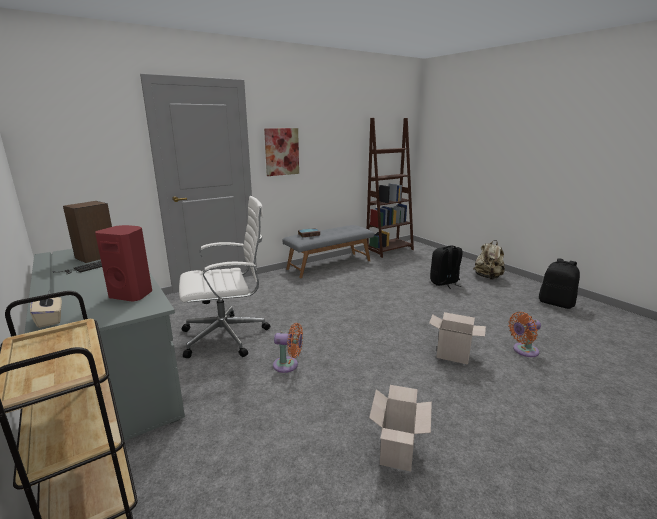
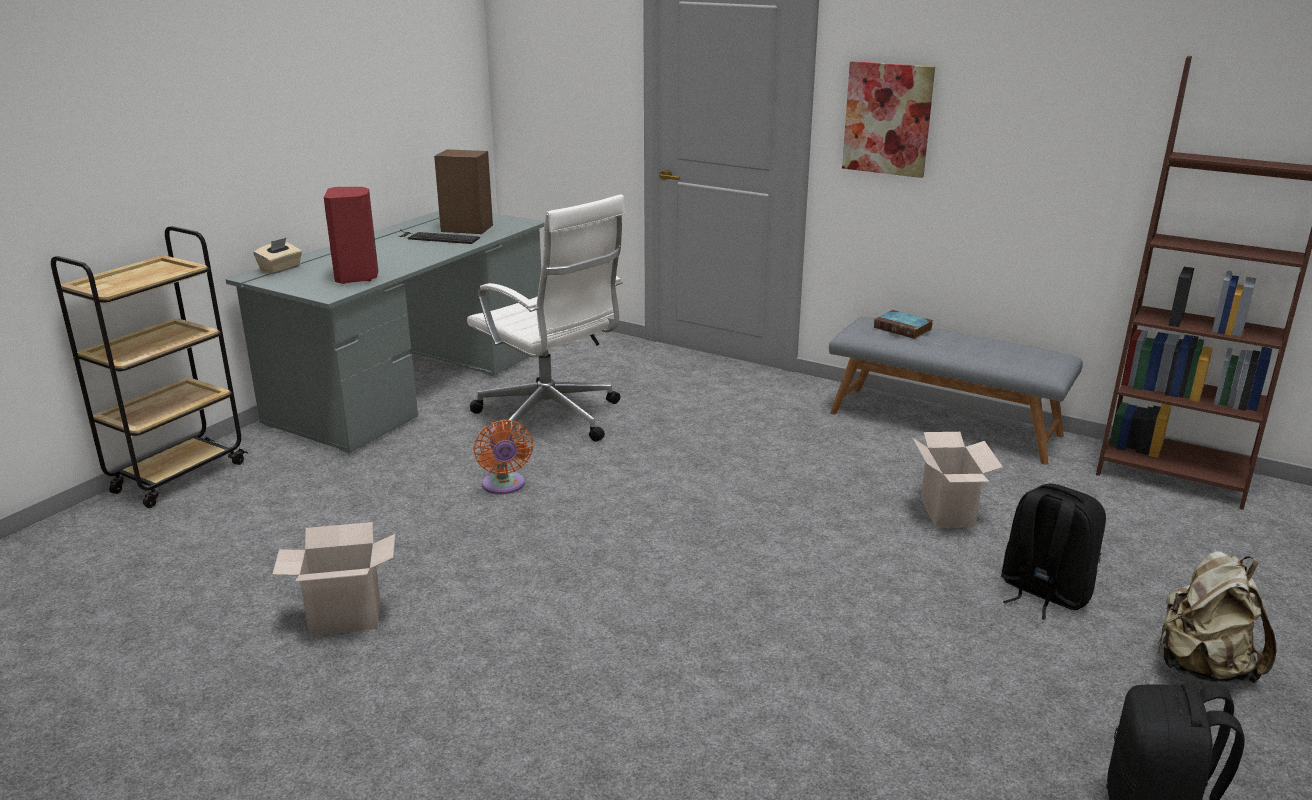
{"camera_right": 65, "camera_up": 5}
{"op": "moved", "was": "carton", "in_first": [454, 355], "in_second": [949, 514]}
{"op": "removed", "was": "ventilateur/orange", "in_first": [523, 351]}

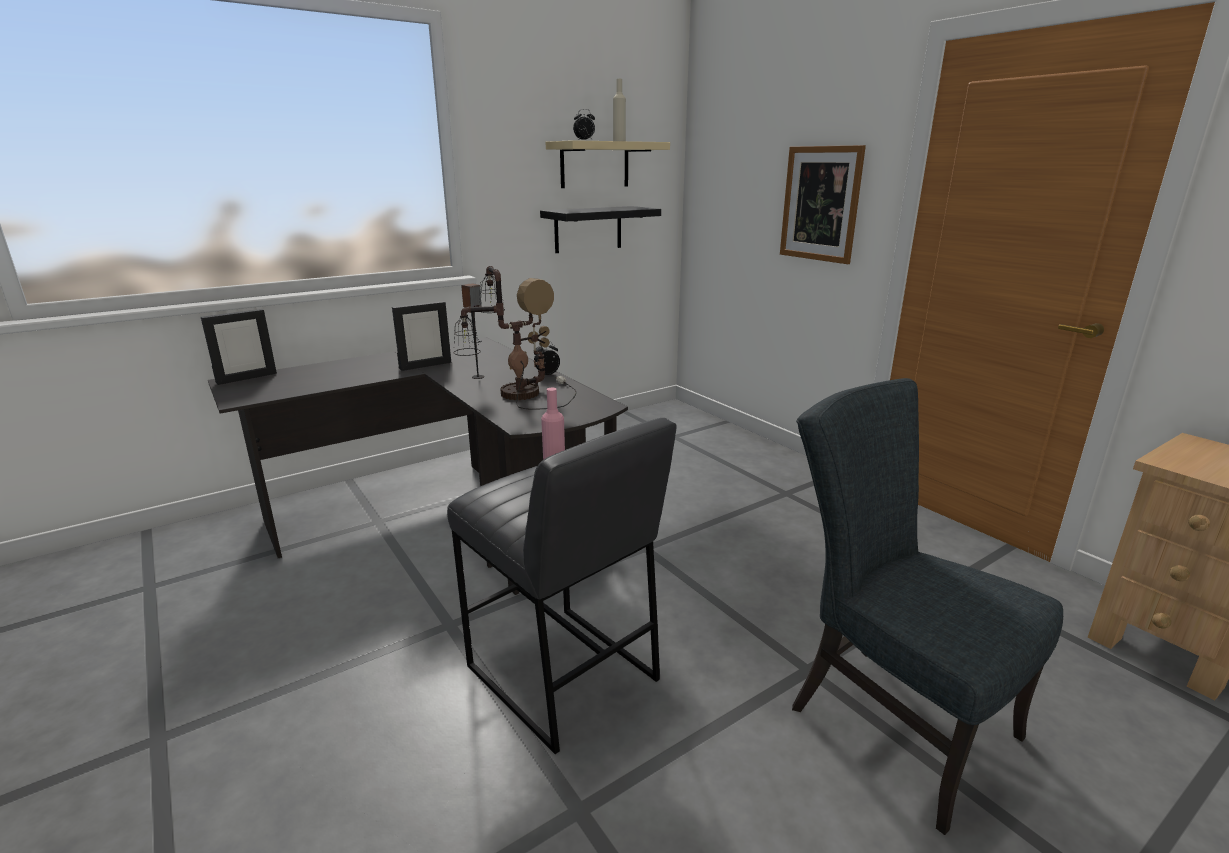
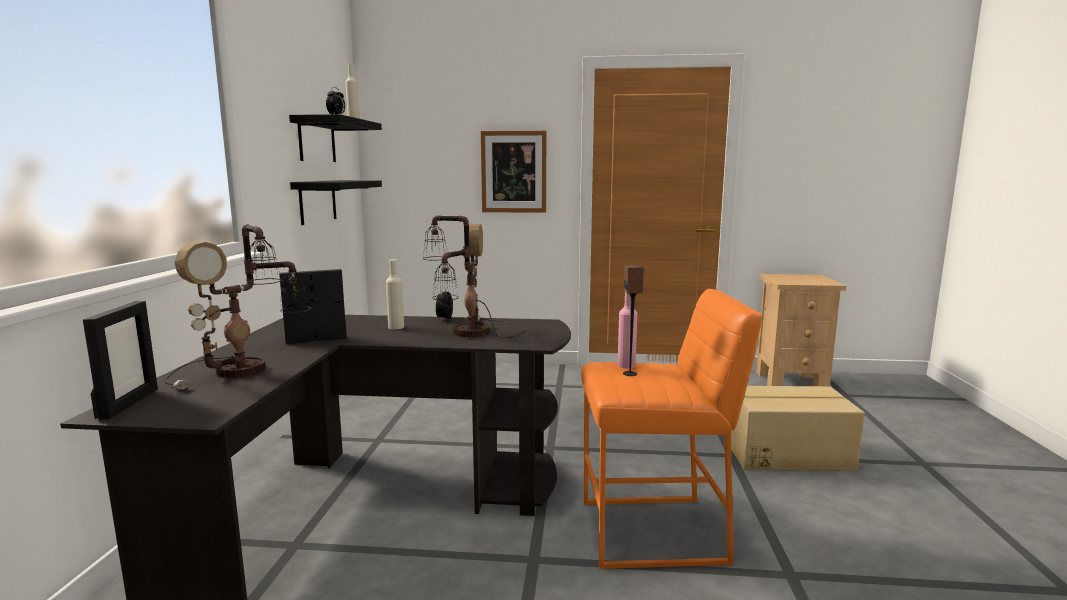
{"camera_right": -50, "camera_up": -10}
{"op": "turned", "was": "cadre photo", "in_first": [425, 365], "in_second": [316, 340], "clockwise": -120}
{"op": "recoloured", "was": "tabouret/gris", "now": "tabouret/orange", "in_first": [563, 675], "in_second": [655, 531]}
{"op": "moved", "was": "enceinte", "in_first": [478, 377], "in_second": [630, 374]}
{"op": "recoloured", "was": "étagère/beige", "now": "étagère/noir", "in_first": [594, 165], "in_second": [317, 140]}
{"op": "replaced", "was": "chaise/gris", "now": "carton", "in_first": [888, 716], "in_second": [785, 453]}
{"op": "added", "now": "lampe de table", "in_second": [245, 370]}
{"op": "added", "now": "bouteille/beige", "in_second": [396, 327]}

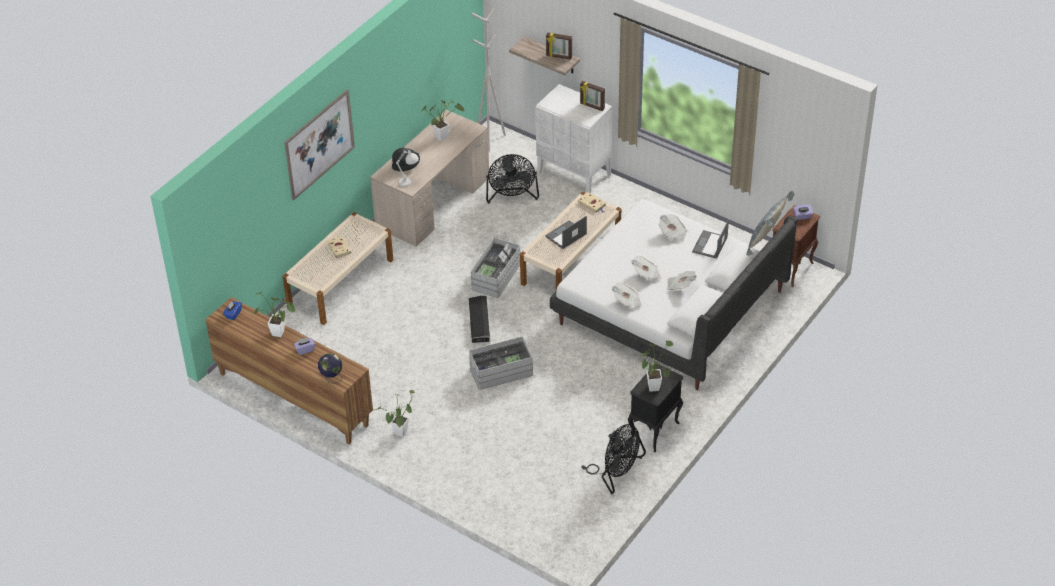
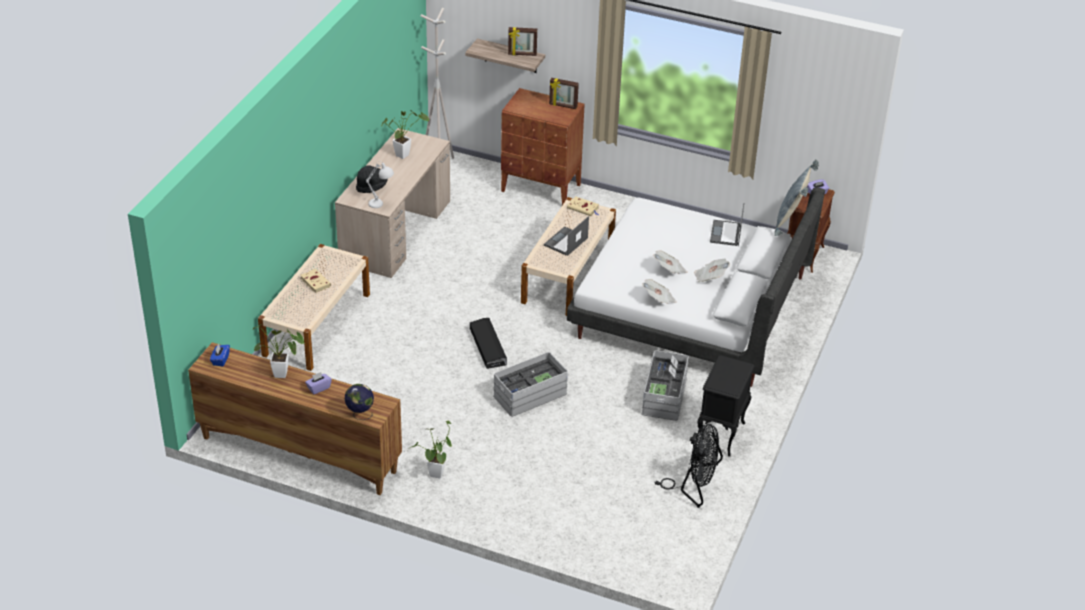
{"camera_right": -15, "camera_up": -5}
{"op": "removed", "was": "tableau", "in_first": [319, 144]}
{"op": "moved", "was": "boîte de rangement/gris", "in_first": [495, 276], "in_second": [663, 395]}
{"op": "removed", "was": "ventilateur/noir", "in_first": [510, 194]}
{"op": "recoloured", "was": "commode/blanc", "now": "commode/marron", "in_first": [573, 175], "in_second": [541, 189]}
{"op": "removed", "was": "plante en pot", "in_first": [653, 385]}
{"op": "removed", "was": "journal", "in_first": [673, 234]}

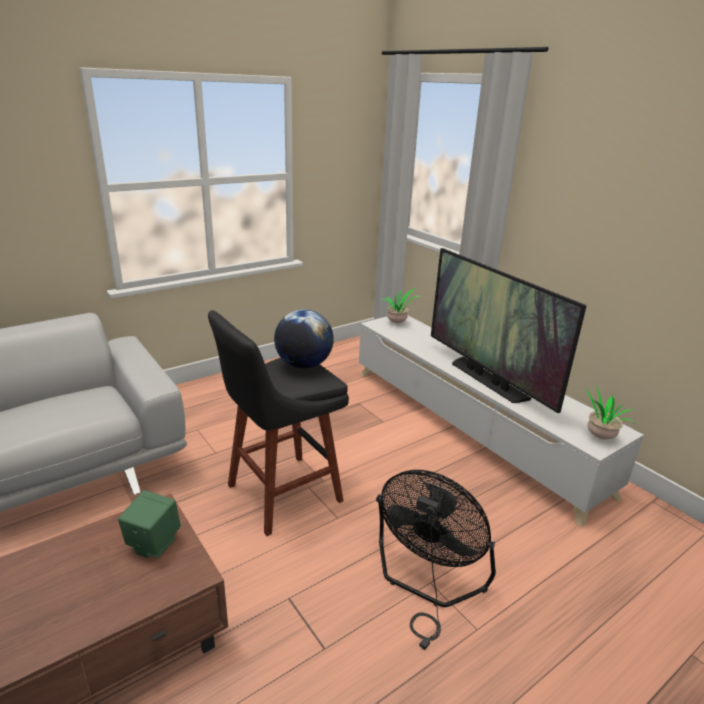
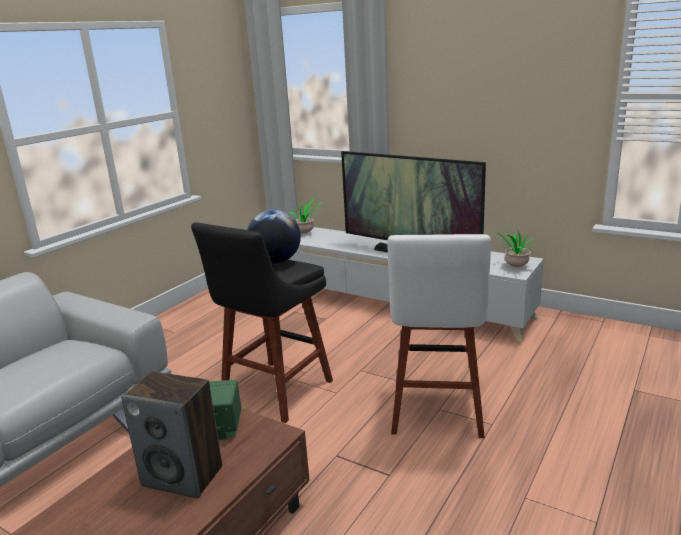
{"camera_right": -20, "camera_up": -5}
{"op": "replaced", "was": "ventilateur/noir", "now": "tabouret/blanc", "in_first": [425, 583], "in_second": [436, 411]}
{"op": "added", "now": "enceinte", "in_second": [183, 476]}

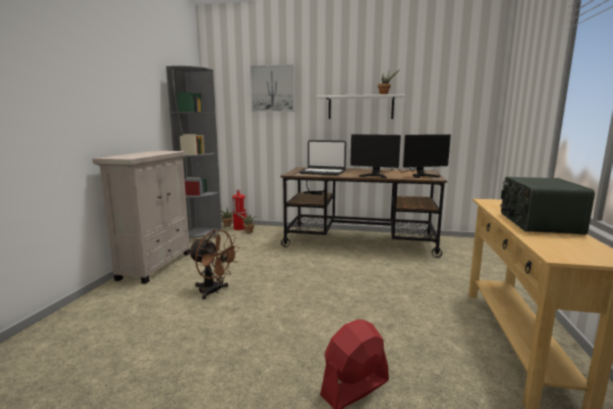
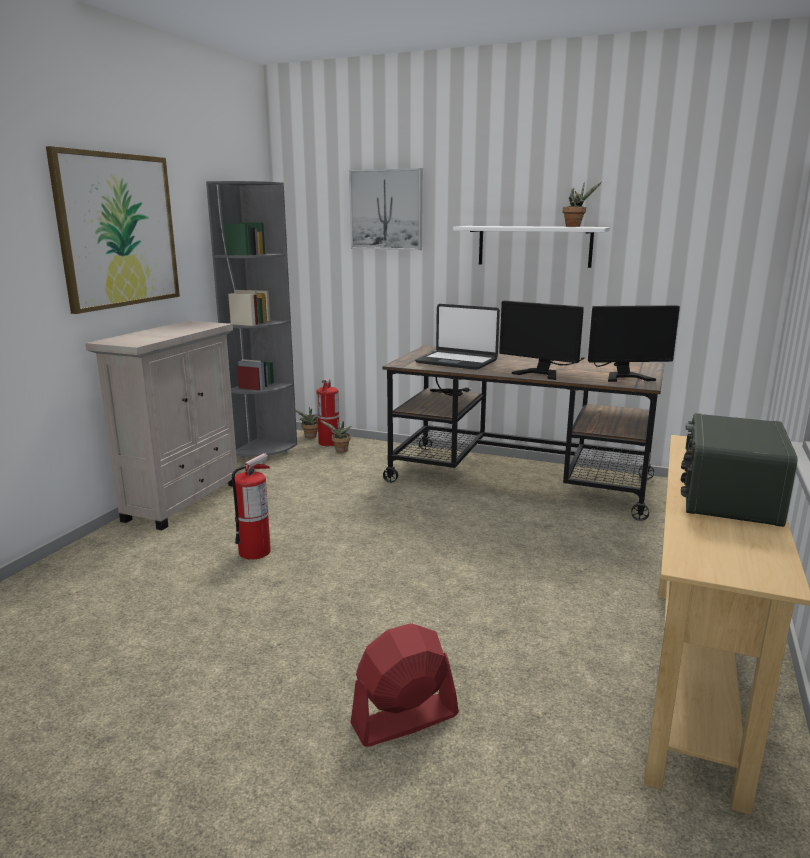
{"camera_right": 10, "camera_up": 5}
{"op": "replaced", "was": "ventilateur/marron", "now": "extincteur", "in_first": [214, 291], "in_second": [255, 552]}
{"op": "added", "now": "tableau", "in_second": [118, 230]}

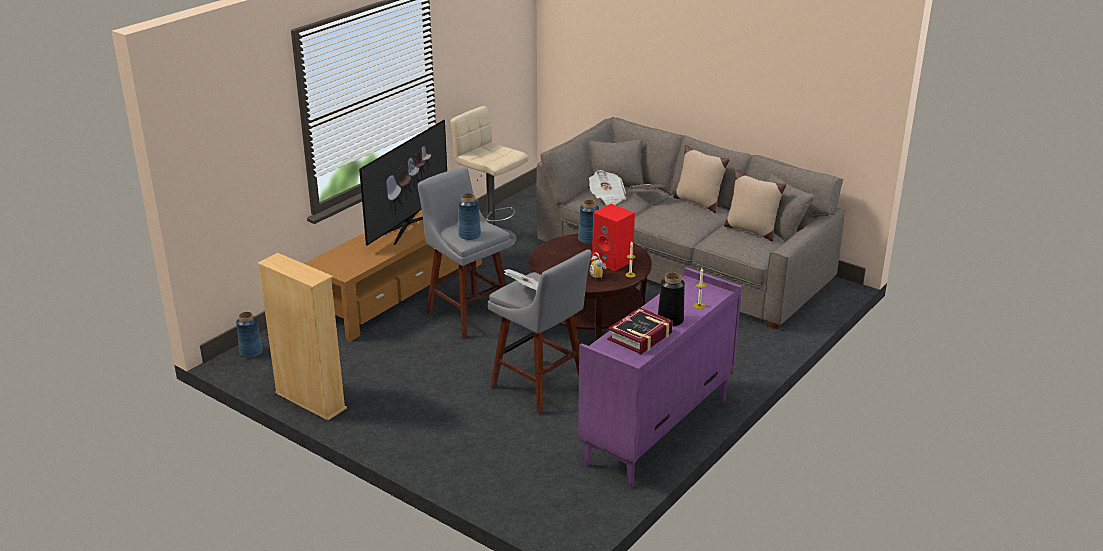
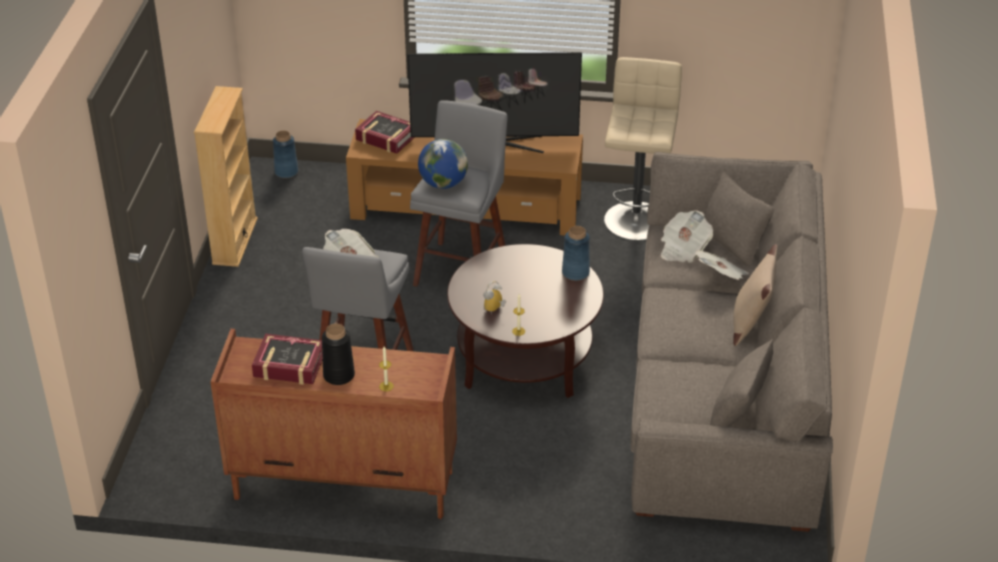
{"camera_right": 60, "camera_up": 10}
{"op": "replaced", "was": "vase/bleu", "now": "globe", "in_first": [469, 235], "in_second": [443, 184]}
{"op": "recoloured", "was": "meuble de rangement/violet", "now": "meuble de rangement/marron", "in_first": [657, 432], "in_second": [342, 485]}
{"op": "removed", "was": "enceinte/rouge", "in_first": [613, 261]}
{"op": "removed", "was": "coussin/beige", "in_first": [751, 230]}
{"op": "added", "now": "livre", "in_second": [386, 137]}

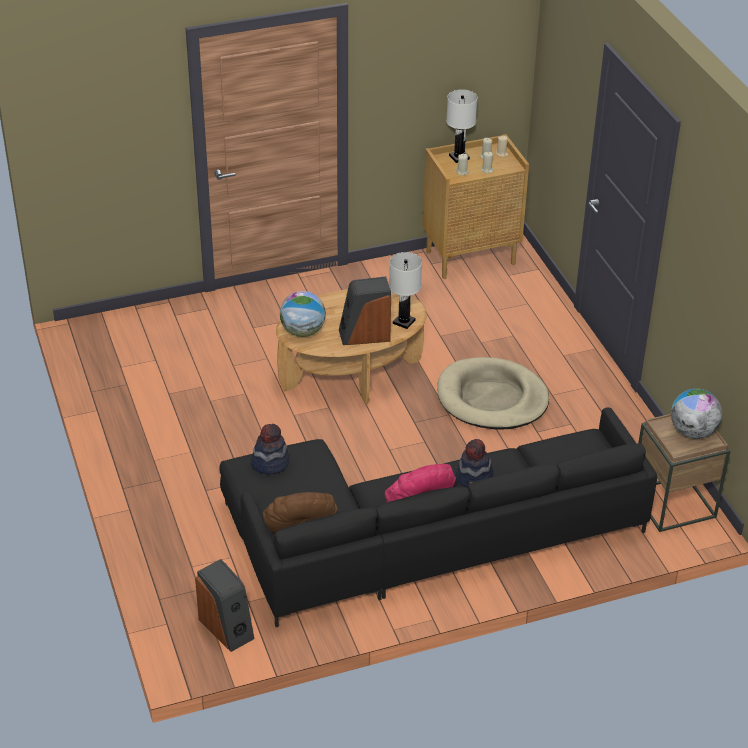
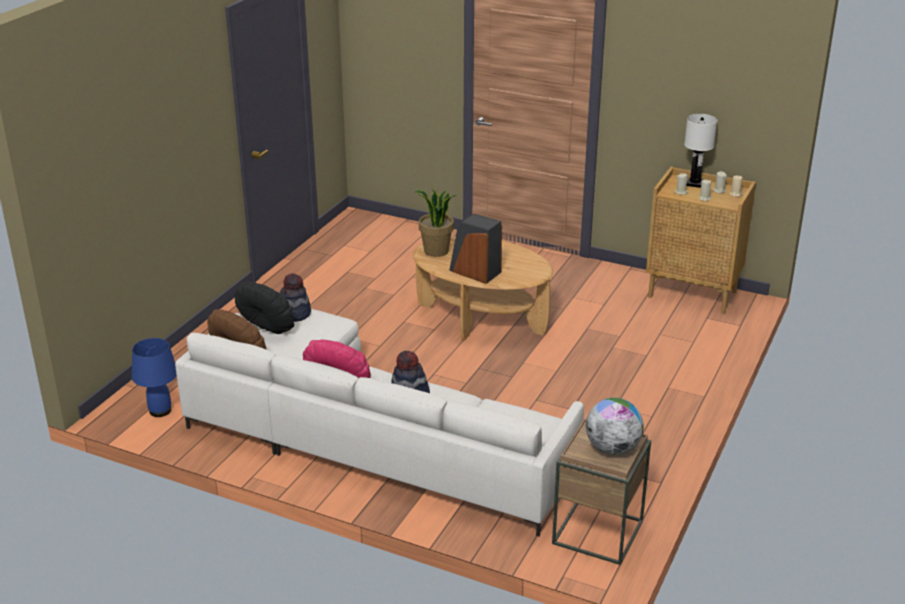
{"camera_right": 45, "camera_up": -10}
{"op": "replaced", "was": "enceinte", "now": "lampe de table/bleu", "in_first": [227, 628], "in_second": [160, 410]}
{"op": "recoloured", "was": "canapé/noir", "now": "canapé/blanc", "in_first": [420, 537], "in_second": [364, 436]}
{"op": "replaced", "was": "globe", "now": "plante en pot", "in_first": [303, 331], "in_second": [436, 251]}
{"op": "removed", "was": "lampe de table/blanc", "in_first": [404, 322]}
{"op": "removed", "was": "panier pour chien/beige", "in_first": [492, 398]}
{"op": "added", "now": "coussin/noir", "in_second": [266, 333]}

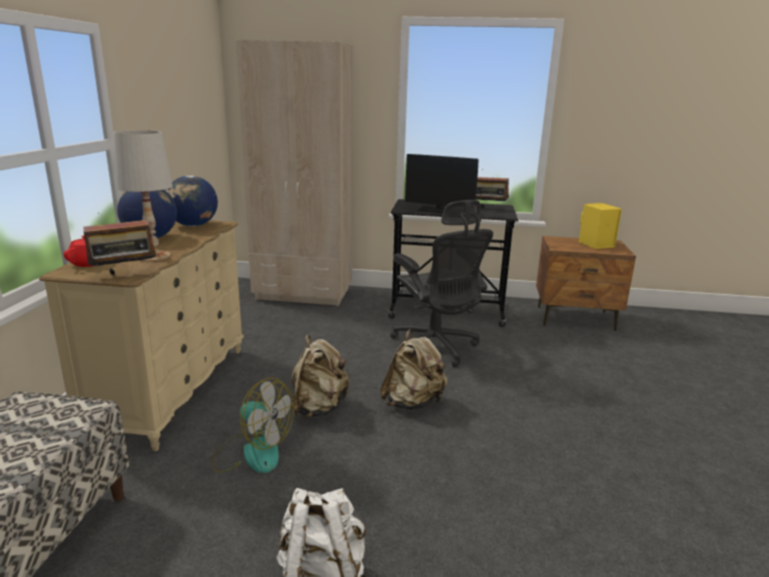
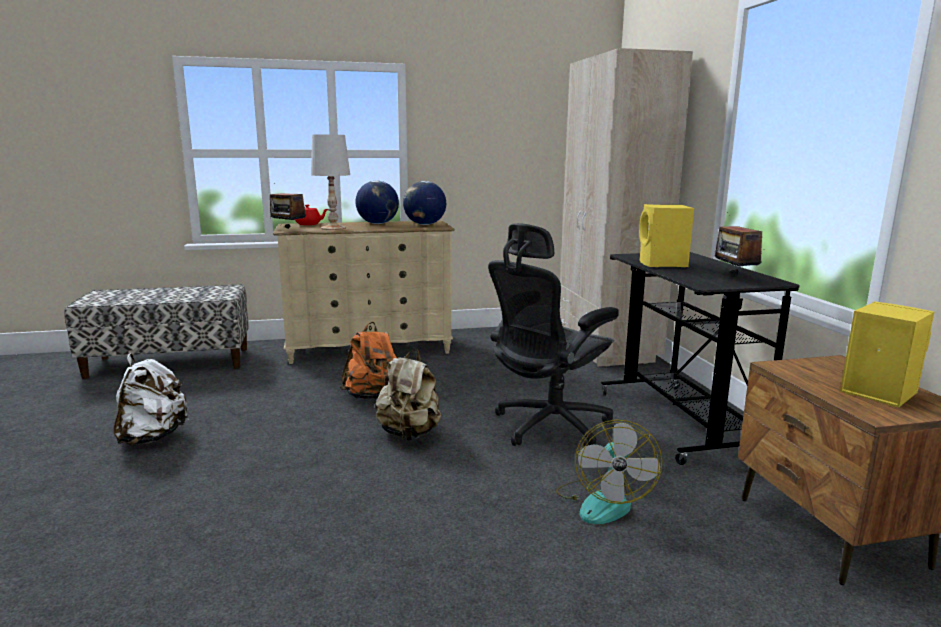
{"camera_right": 70, "camera_up": -5}
{"op": "moved", "was": "ventilateur", "in_first": [252, 452], "in_second": [603, 501]}
{"op": "recoloured", "was": "sac à dos/beige", "now": "sac à dos/orange", "in_first": [319, 408], "in_second": [373, 397]}
{"op": "replaced", "was": "écran d'ordinateur", "now": "enceinte/jaune", "in_first": [439, 210], "in_second": [662, 264]}

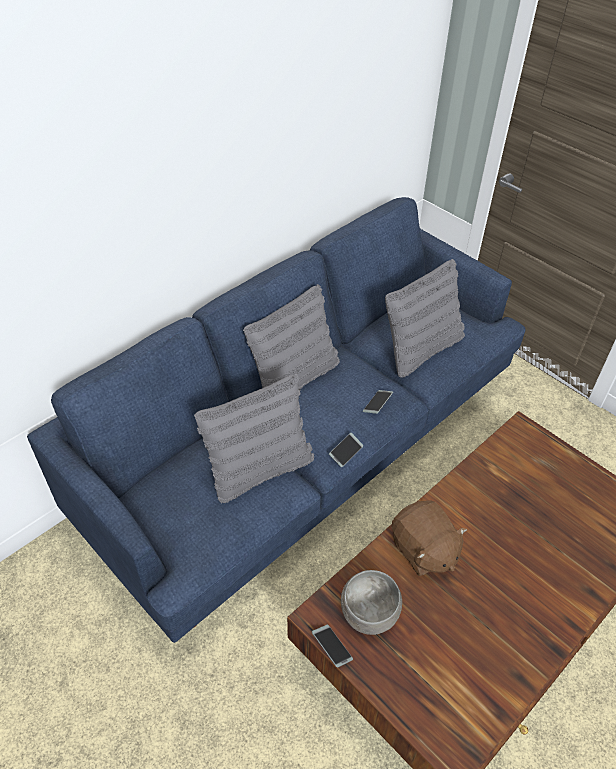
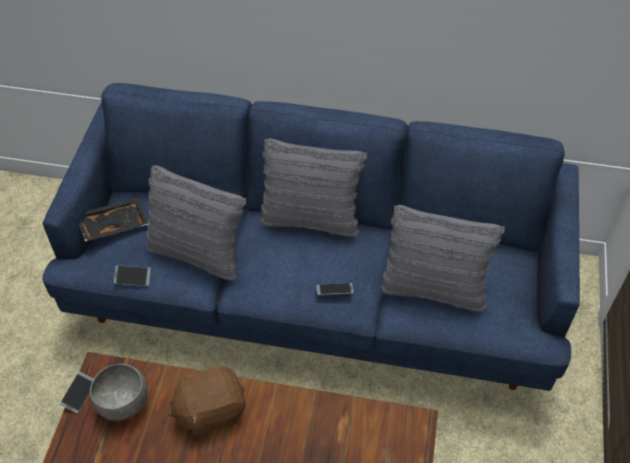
{"camera_right": 55, "camera_up": 5}
{"op": "moved", "was": "téléphone", "in_first": [346, 452], "in_second": [133, 278]}
{"op": "turned", "was": "peluche/marron", "in_first": [423, 550], "in_second": [210, 410], "clockwise": 45}
{"op": "added", "now": "plateau/noir", "in_second": [113, 224]}

